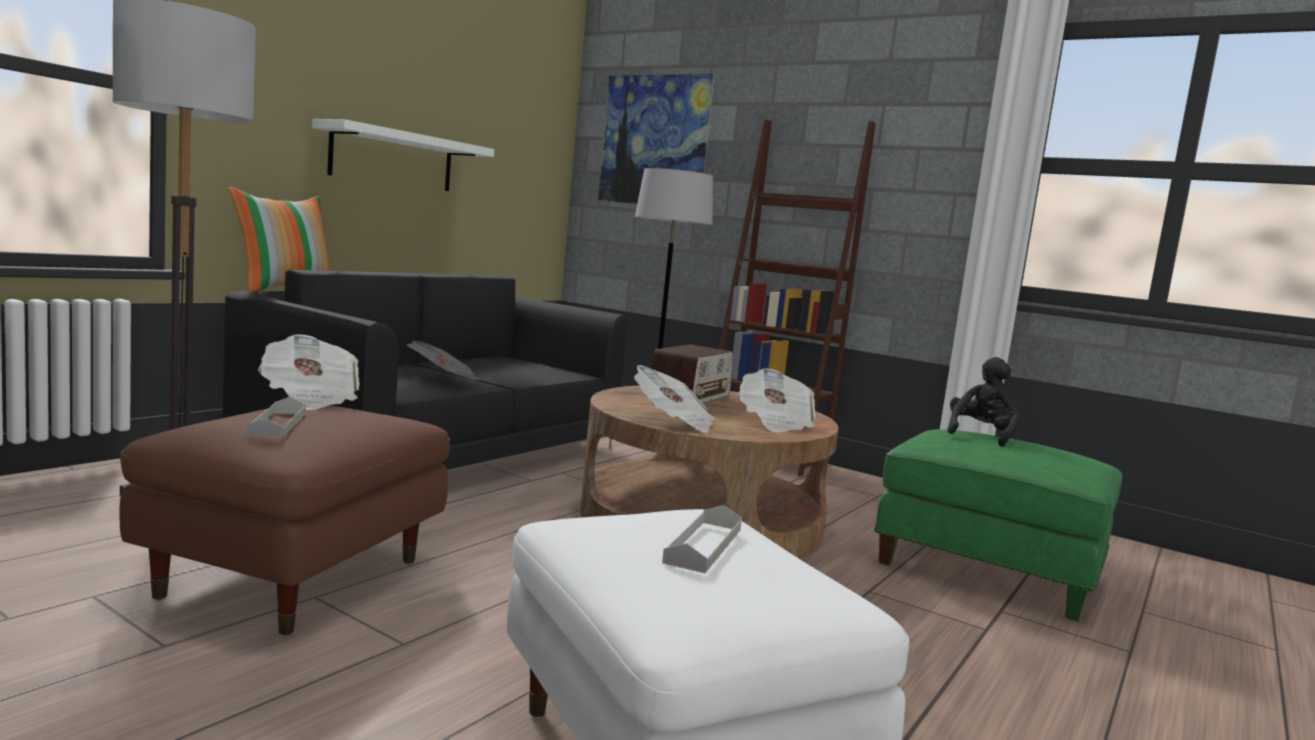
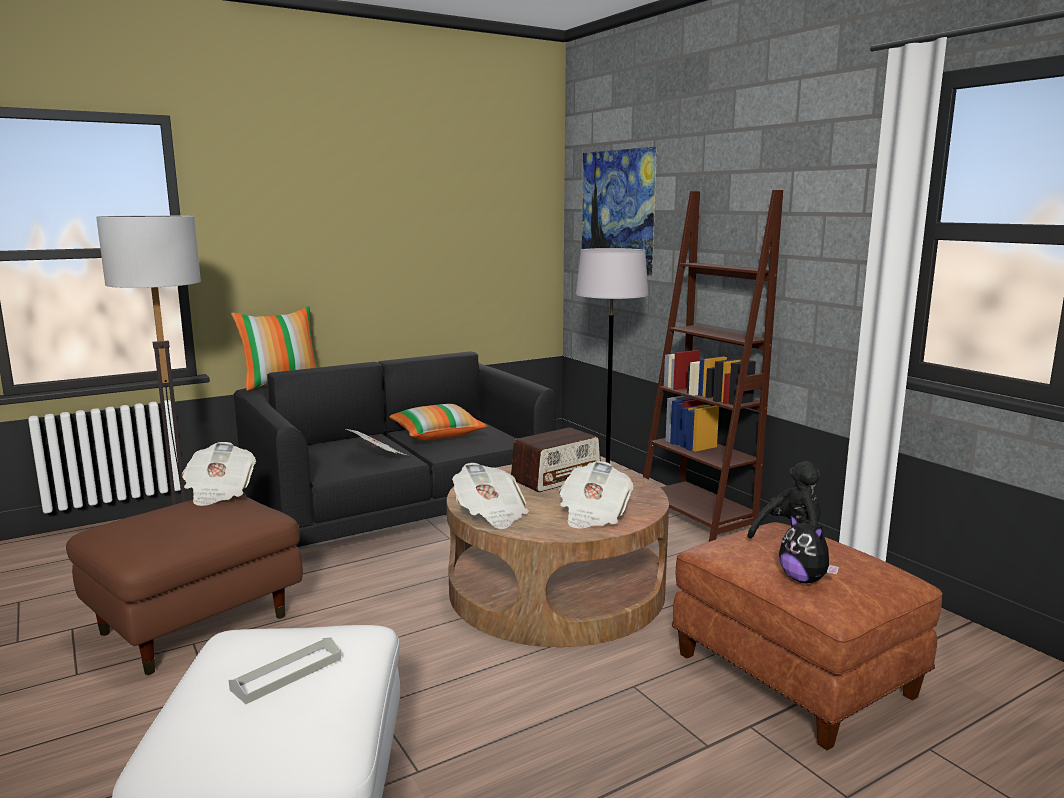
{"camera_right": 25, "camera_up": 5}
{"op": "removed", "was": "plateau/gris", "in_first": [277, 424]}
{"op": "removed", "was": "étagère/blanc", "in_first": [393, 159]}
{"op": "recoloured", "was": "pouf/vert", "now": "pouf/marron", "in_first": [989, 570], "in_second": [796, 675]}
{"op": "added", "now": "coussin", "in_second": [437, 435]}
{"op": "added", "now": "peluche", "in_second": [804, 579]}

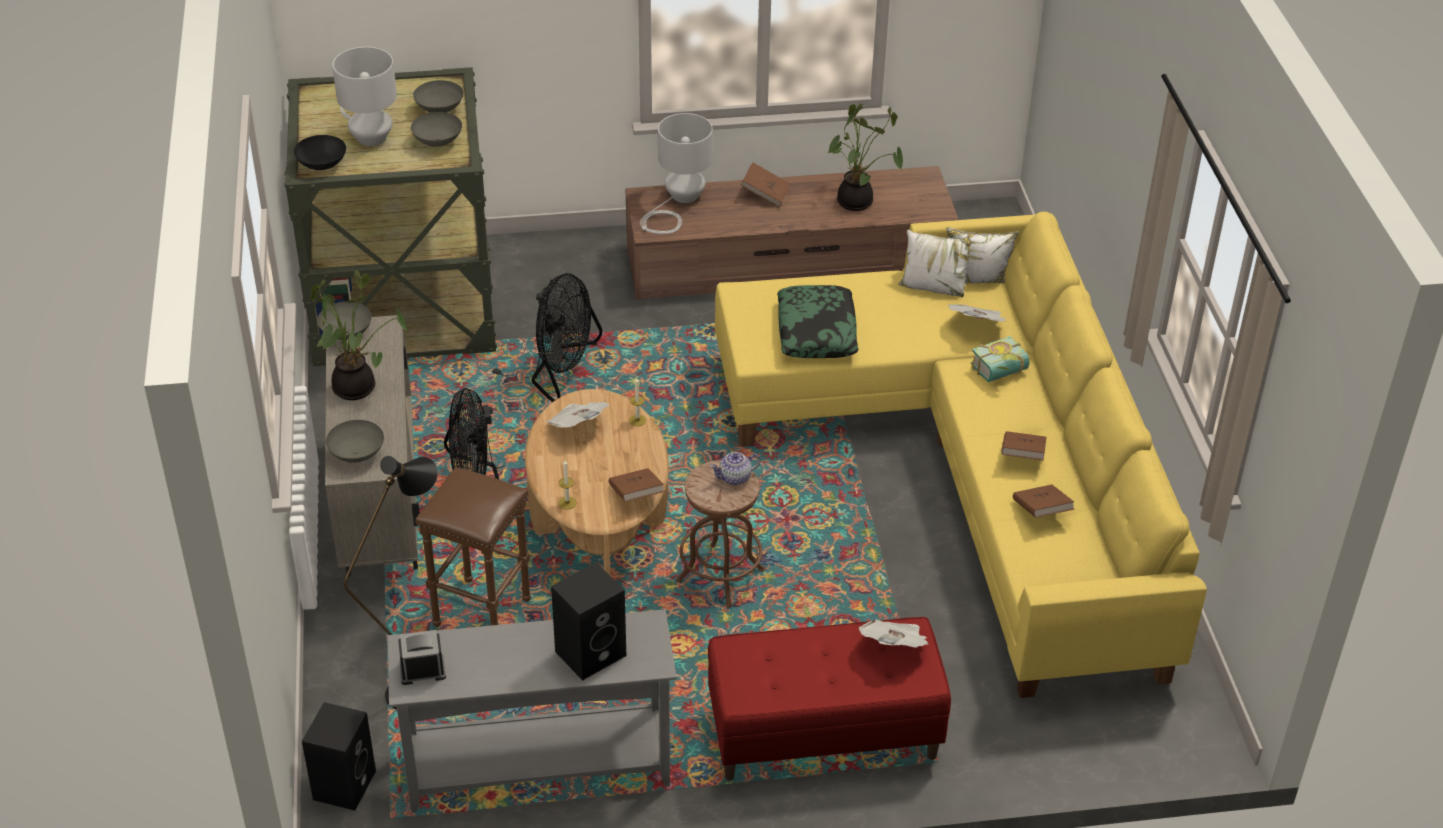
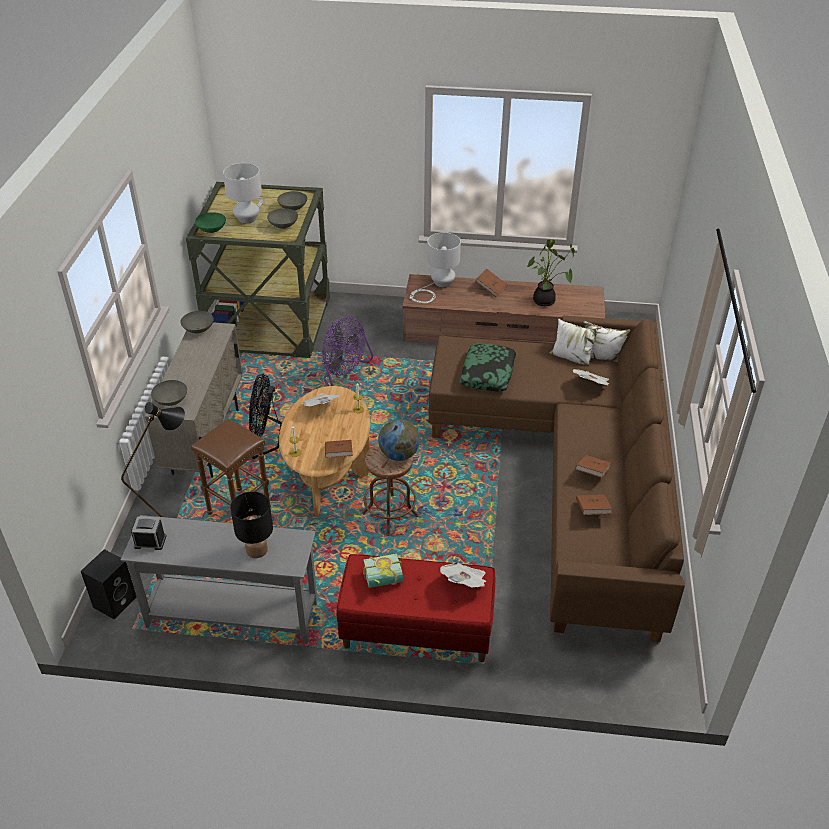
{"camera_right": 15, "camera_up": 0}
{"op": "recoloured", "was": "bol/noir", "now": "bol/vert", "in_first": [322, 166], "in_second": [211, 230]}
{"op": "removed", "was": "plante en pot", "in_first": [358, 387]}
{"op": "recoloured", "was": "ventilateur/noir", "now": "ventilateur/violet", "in_first": [554, 371], "in_second": [339, 375]}
{"op": "replaced", "was": "enceinte/noir", "now": "lampe de table/noir", "in_first": [591, 652], "in_second": [257, 550]}
{"op": "replaced", "was": "théière", "now": "globe", "in_first": [735, 478], "in_second": [399, 455]}
{"op": "recoloured", "was": "canapé/jaune", "now": "canapé/marron", "in_first": [967, 470], "in_second": [568, 475]}
{"op": "moved", "was": "livre", "in_first": [1001, 373], "in_second": [384, 581]}

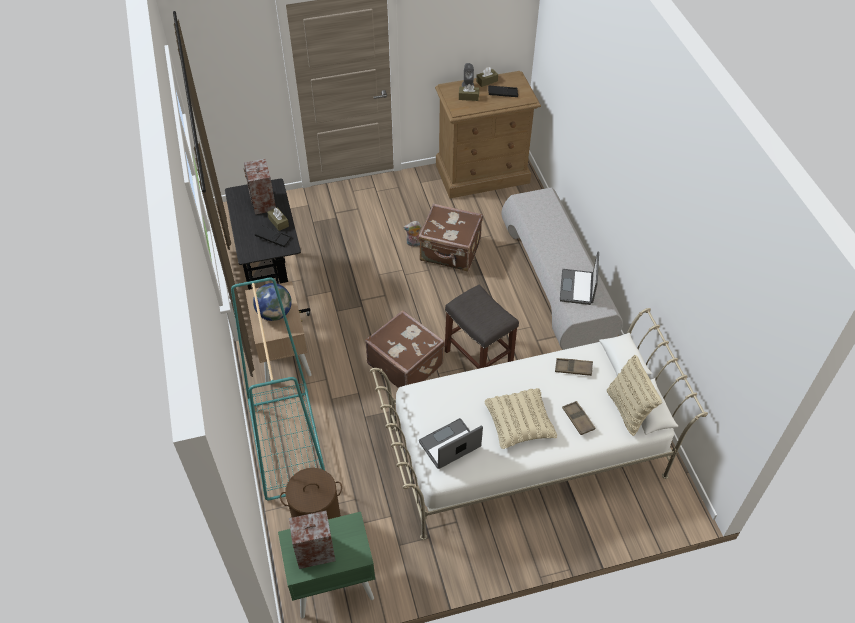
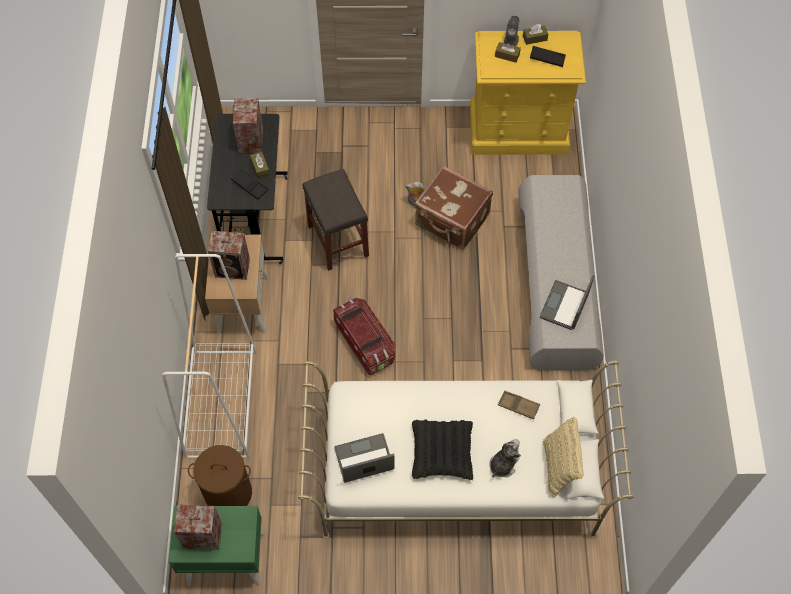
{"camera_right": 15, "camera_up": 10}
{"op": "recoloured", "was": "portant/turquoise", "now": "portant/blanc", "in_first": [287, 445], "in_second": [221, 403]}
{"op": "replaced", "was": "globe", "now": "enceinte", "in_first": [274, 313], "in_second": [233, 268]}
{"op": "replaced", "was": "valise/marron", "now": "boîte de rangement", "in_first": [406, 364], "in_second": [365, 342]}
{"op": "recoloured", "was": "commode/marron", "now": "commode/jaune", "in_first": [482, 173], "in_second": [518, 131]}
{"op": "moved", "was": "tabouret/gris", "in_first": [479, 358], "in_second": [338, 241]}
{"op": "recoloured", "was": "coussin/beige", "now": "coussin/noir", "in_first": [519, 423], "in_second": [442, 453]}
{"op": "replaced", "was": "plateau/marron", "now": "peluche", "in_first": [578, 419], "in_second": [503, 464]}

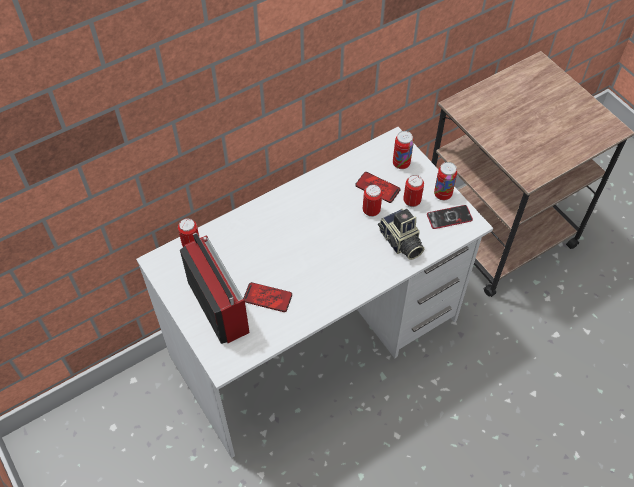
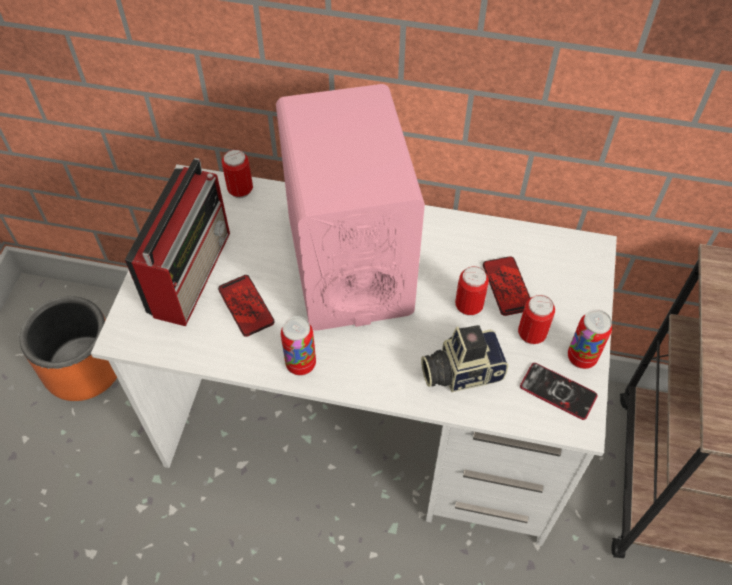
{"camera_right": 45, "camera_up": 0}
{"op": "turned", "was": "appareil photo", "in_first": [400, 243], "in_second": [461, 370], "clockwise": 60}
{"op": "moved", "was": "boîte métallique", "in_first": [401, 163], "in_second": [301, 364]}
{"op": "added", "now": "cache-pot/orange", "in_second": [83, 366]}
{"op": "added", "now": "enceinte/rose", "in_second": [349, 265]}

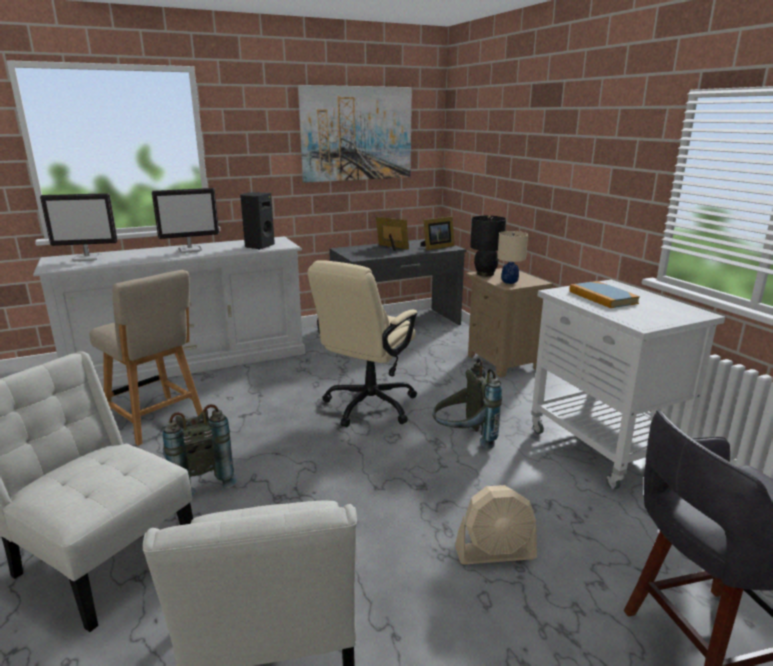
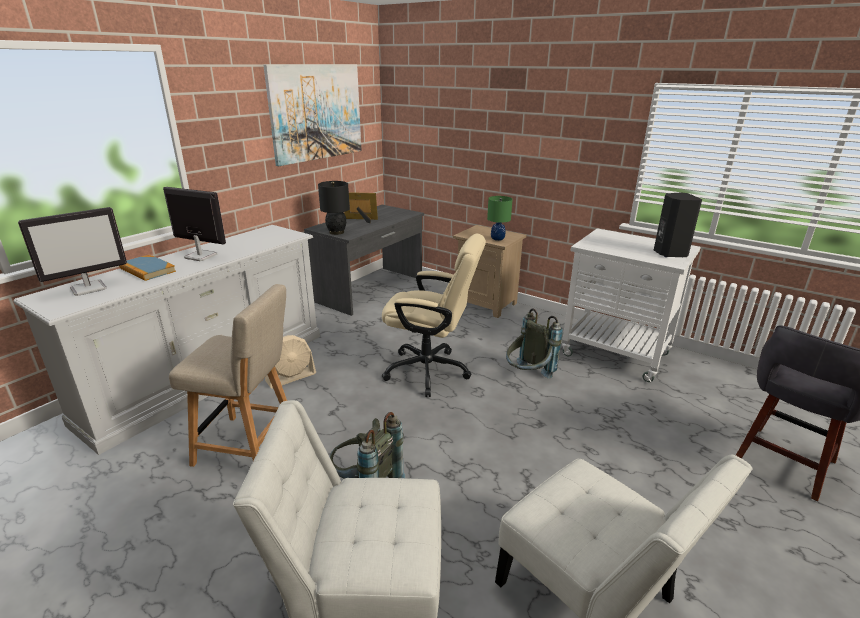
{"camera_right": -30, "camera_up": 5}
{"op": "turned", "was": "écran d'ordinateur", "in_first": [190, 250], "in_second": [200, 256], "clockwise": -105}
{"op": "moved", "was": "enceinte/noir", "in_first": [258, 246], "in_second": [668, 253]}
{"op": "turned", "was": "chaise de bureau/beige", "in_first": [368, 408], "in_second": [431, 372], "clockwise": -75}
{"op": "removed", "was": "cadre photo", "in_first": [436, 247]}
{"op": "moved", "was": "ventilateur/beige", "in_first": [495, 553], "in_second": [291, 377]}
{"op": "moved", "was": "lampe de table/noir", "in_first": [485, 274], "in_second": [336, 232]}
{"op": "recoloured", "was": "lampe de table/beige", "now": "lampe de table/vert", "in_first": [510, 282], "in_second": [498, 239]}
{"op": "moved", "was": "livre", "in_first": [602, 297], "in_second": [147, 270]}

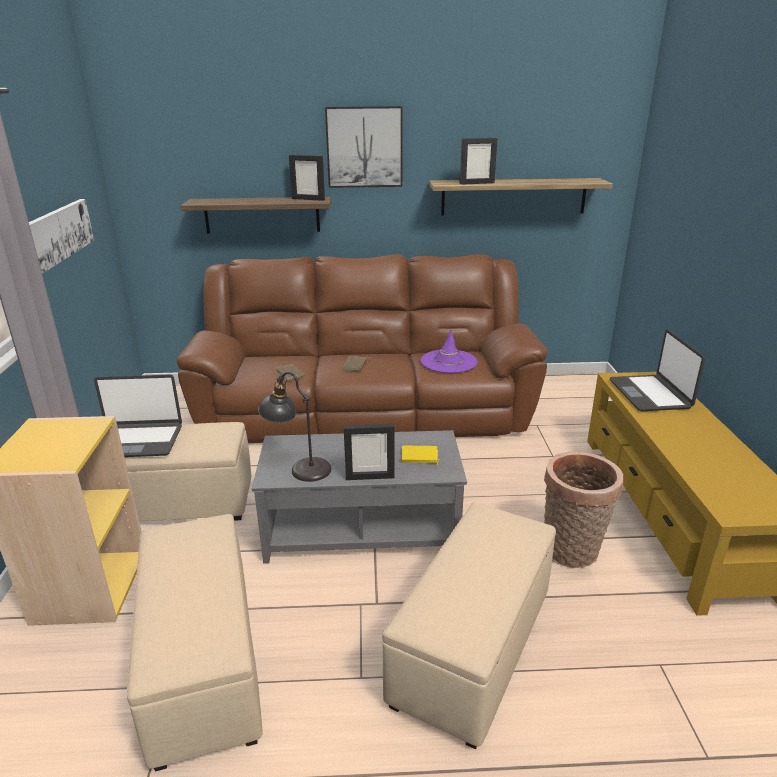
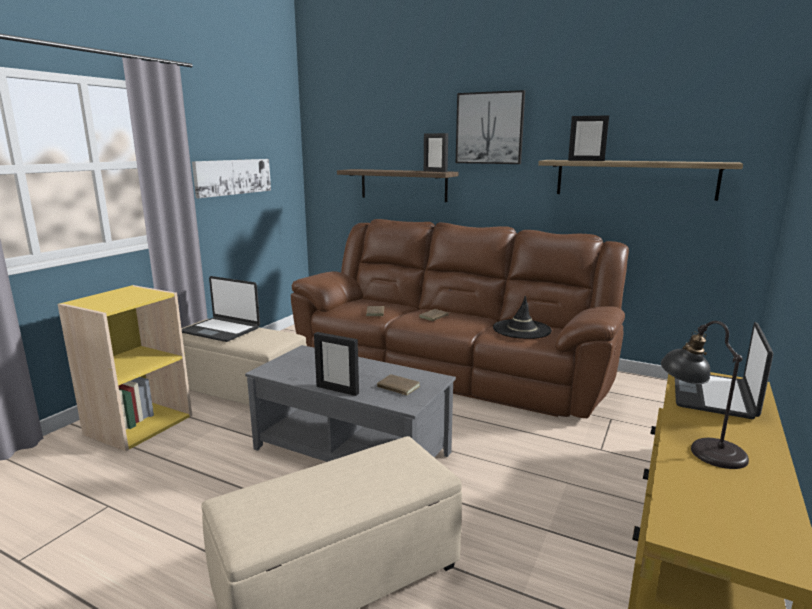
{"camera_right": 30, "camera_up": -10}
{"op": "removed", "was": "pouf/beige", "in_first": [203, 662]}
{"op": "moved", "was": "lampe de table/gris", "in_first": [297, 465], "in_second": [697, 444]}
{"op": "recoloured", "was": "livre/jaune", "now": "livre/marron", "in_first": [419, 457], "in_second": [397, 387]}
{"op": "recoloured", "was": "chapeau/violet", "now": "chapeau/noir", "in_first": [448, 361], "in_second": [521, 329]}
{"op": "removed", "was": "panier", "in_first": [571, 552]}

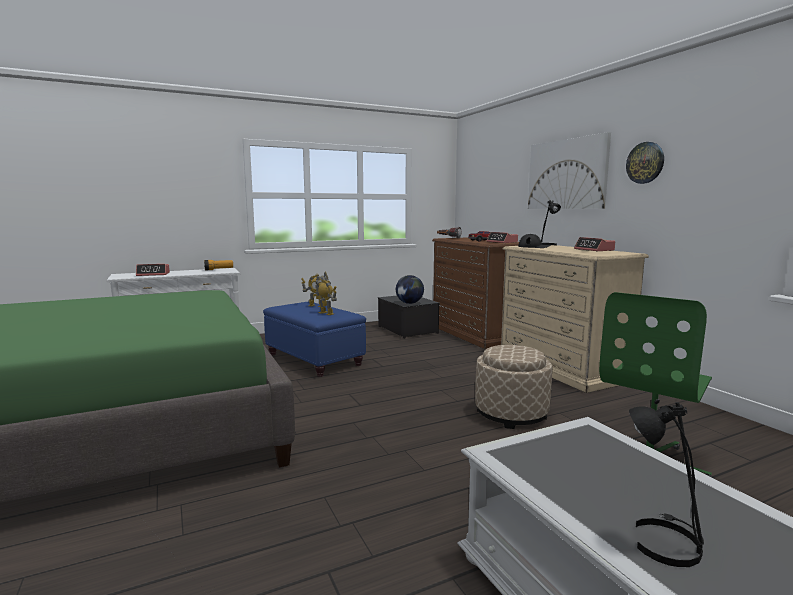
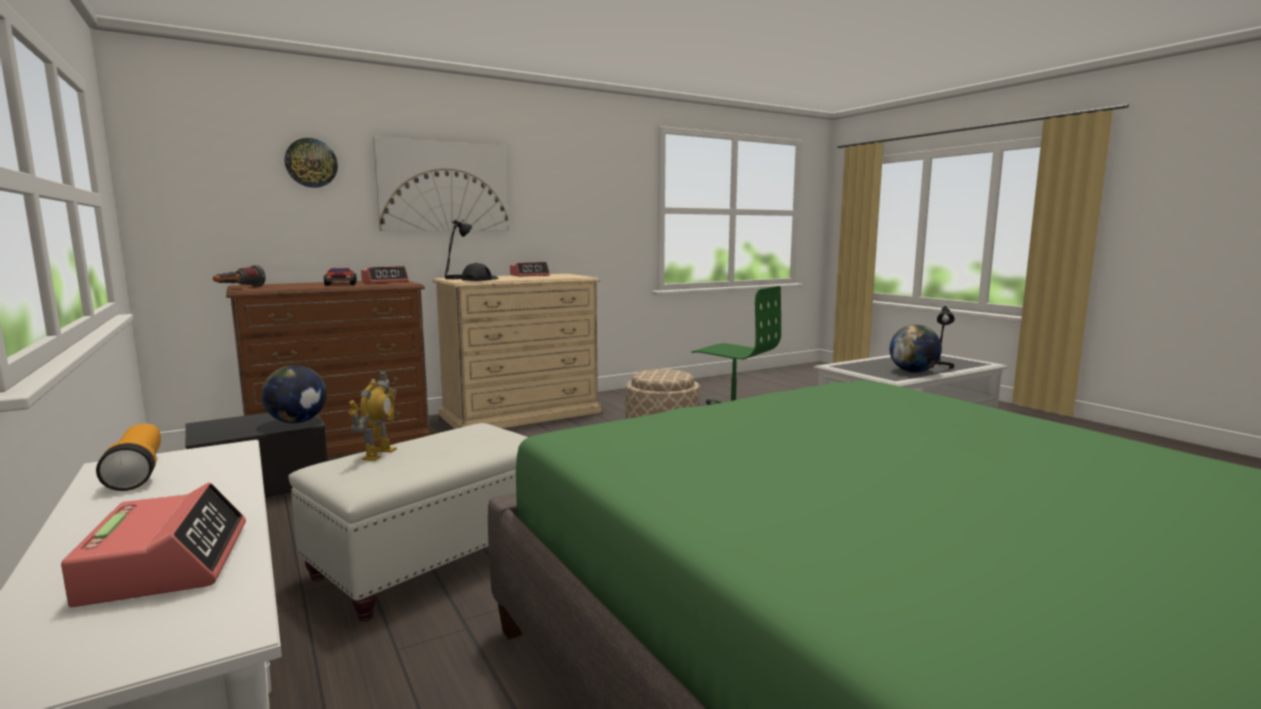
{"camera_right": -95, "camera_up": 0}
{"op": "recoloured", "was": "pouf/bleu", "now": "pouf/blanc", "in_first": [313, 359], "in_second": [433, 558]}
{"op": "removed", "was": "robot jouet", "in_first": [326, 313]}
{"op": "moved", "was": "horloge murale", "in_first": [645, 163], "in_second": [311, 163]}
{"op": "added", "now": "globe", "in_second": [913, 372]}

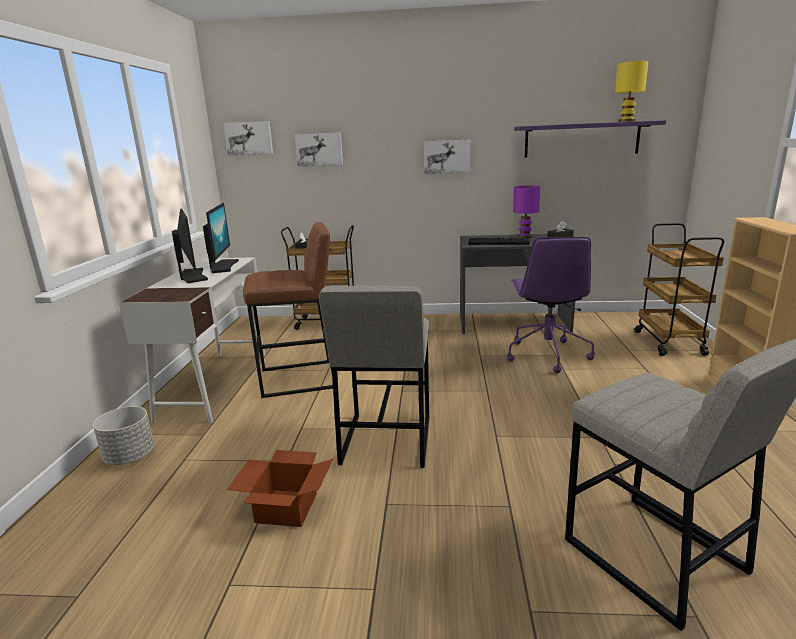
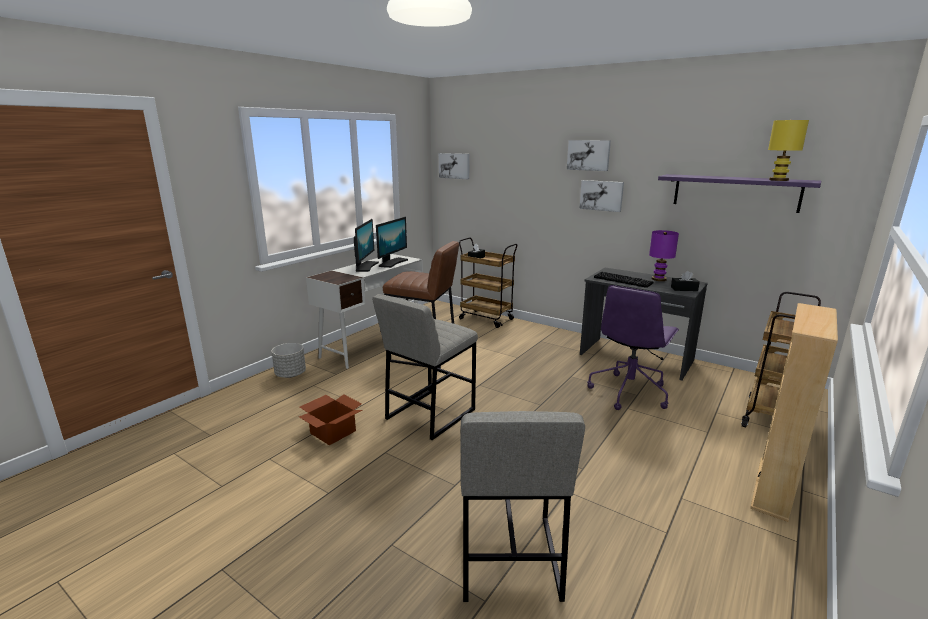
{"camera_right": 30, "camera_up": 0}
{"op": "moved", "was": "tableau", "in_first": [319, 149], "in_second": [588, 155]}

